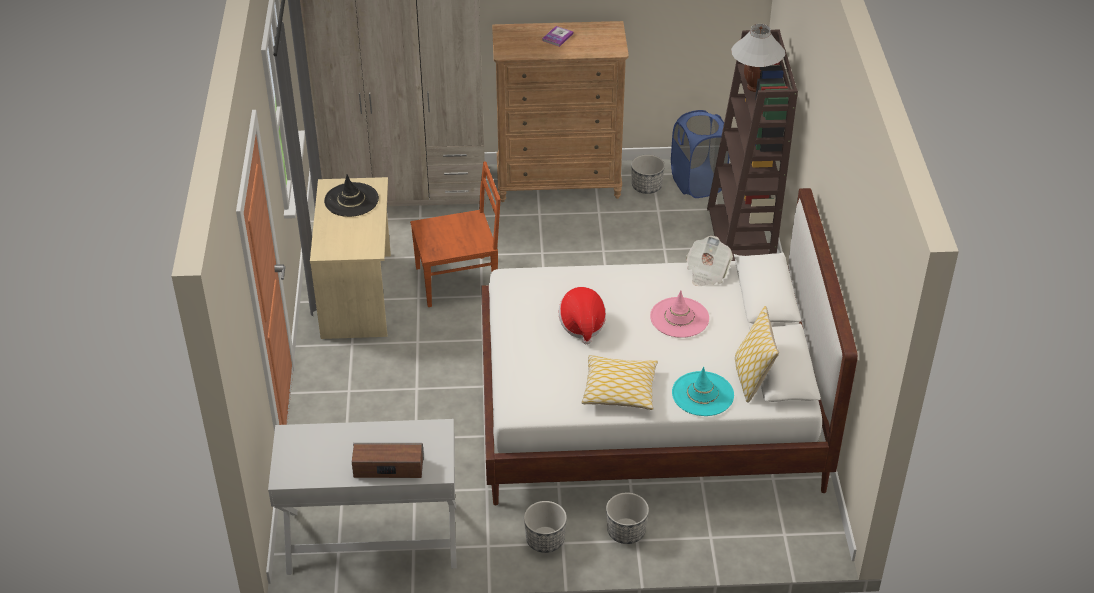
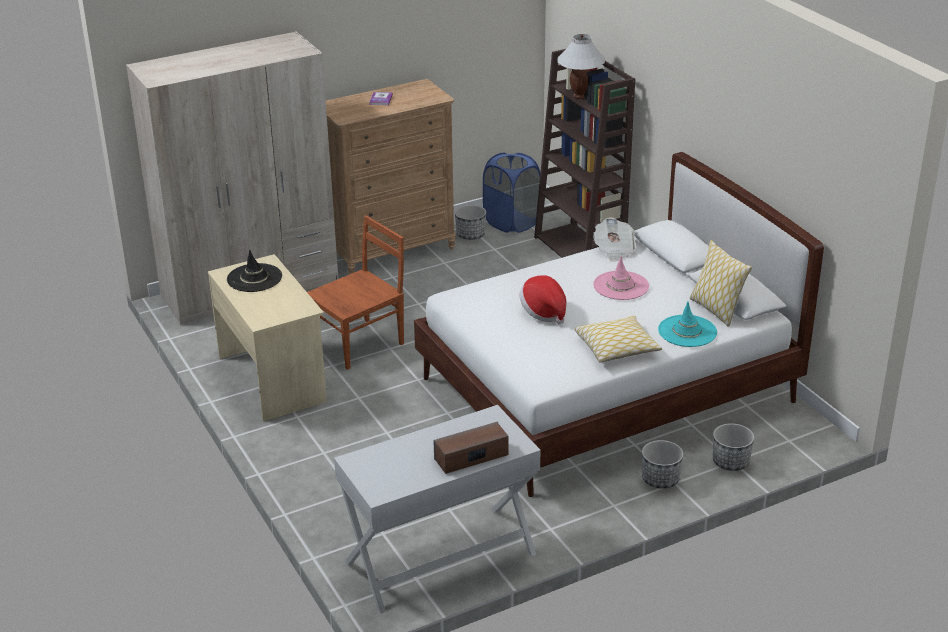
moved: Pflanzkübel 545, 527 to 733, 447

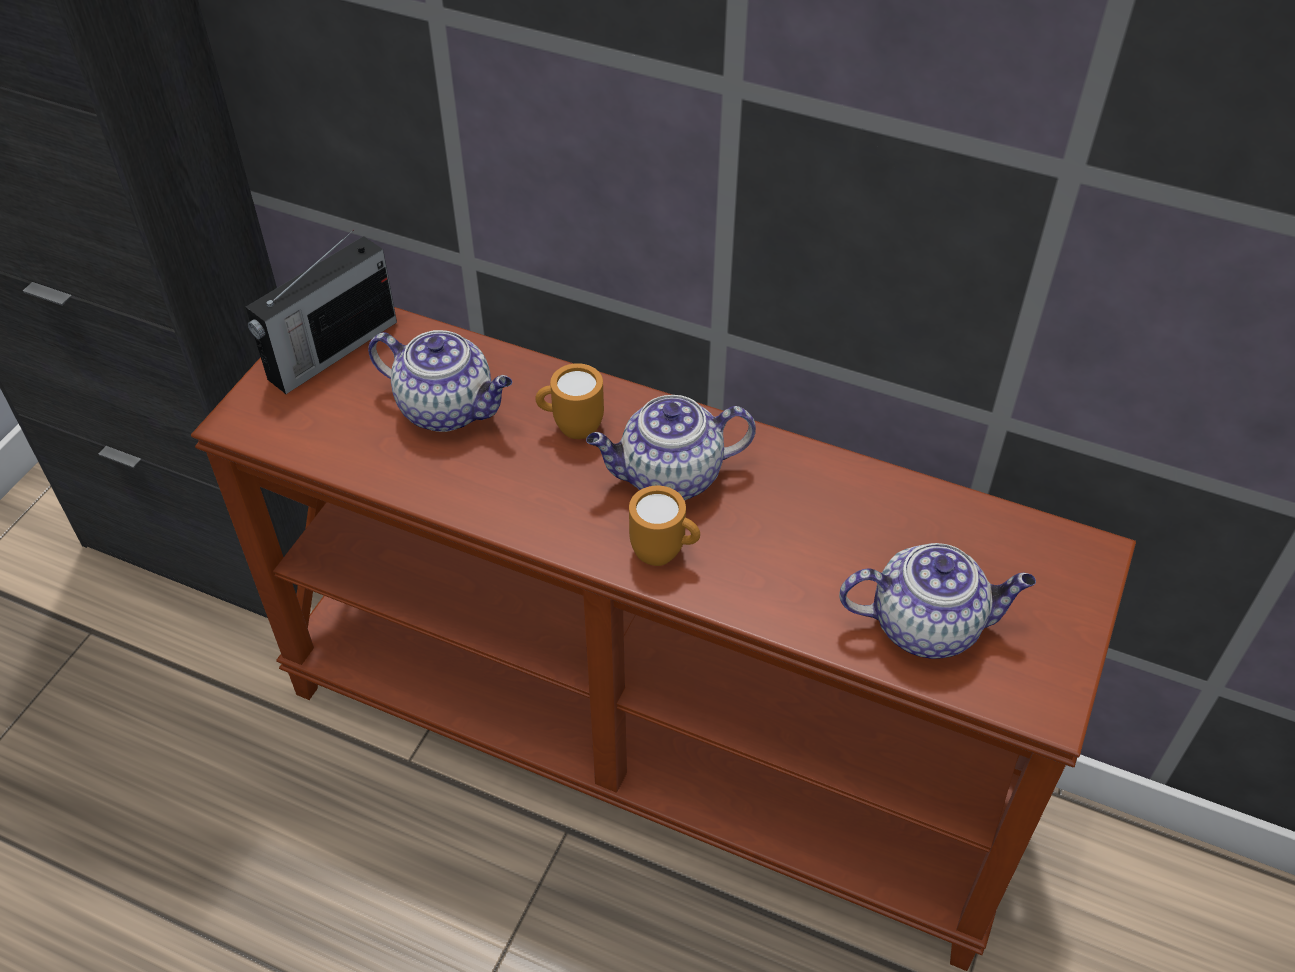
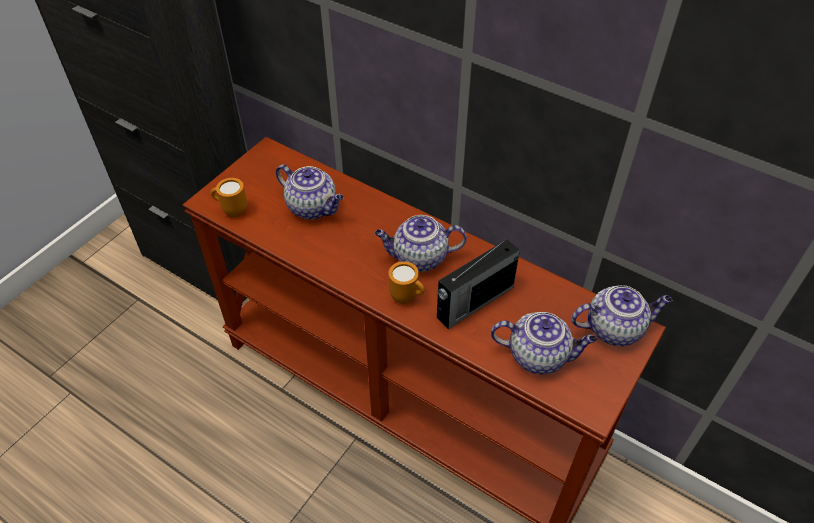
added: Teekanne 621, 315
moved: Radio 321, 312 to 478, 284; Henkelbecher/orange 569, 401 to 229, 197

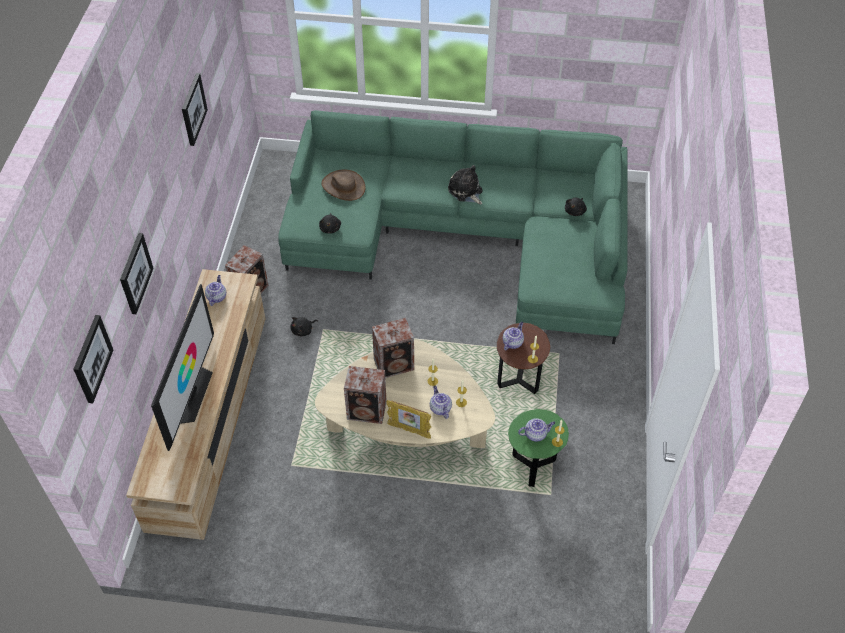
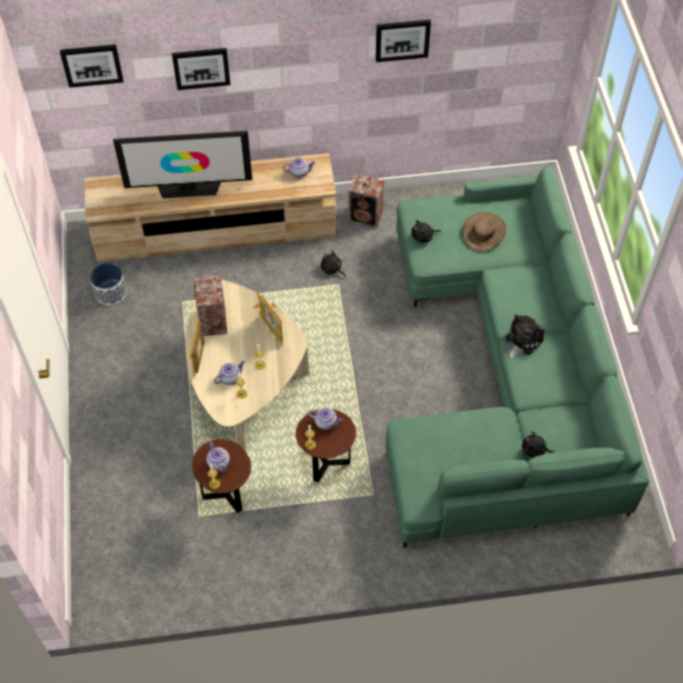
added: Pflanzkübel 108, 284
replaced: Lautsprecher 393, 348 to Bilderrahmen 270, 319
recoloured: Beistelltisch/grün 538, 448 to Beistelltisch/braun 221, 476

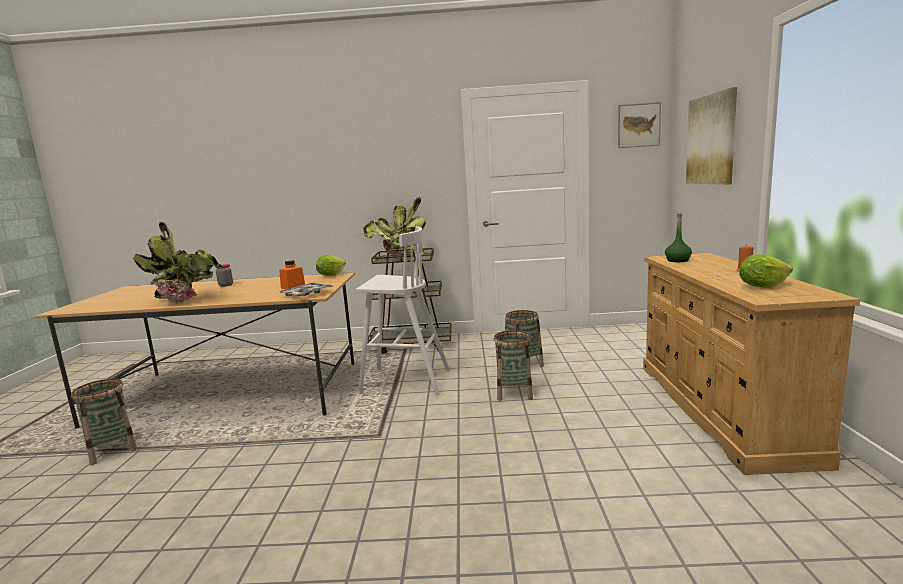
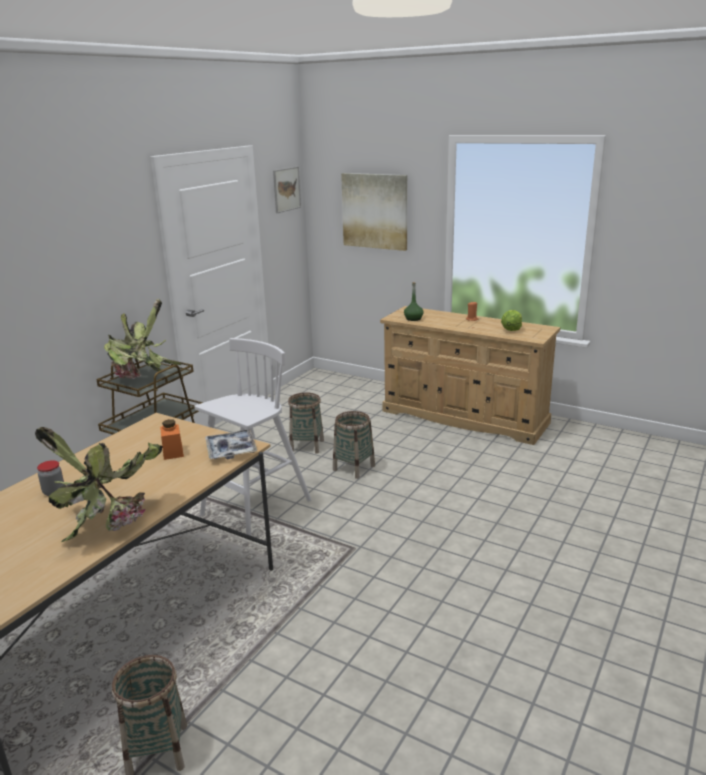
removed: Salatkopf 331, 265

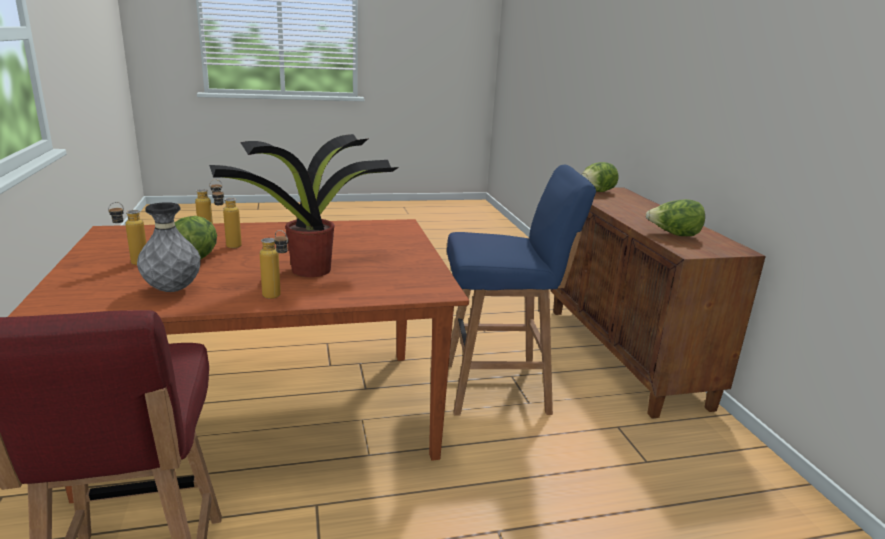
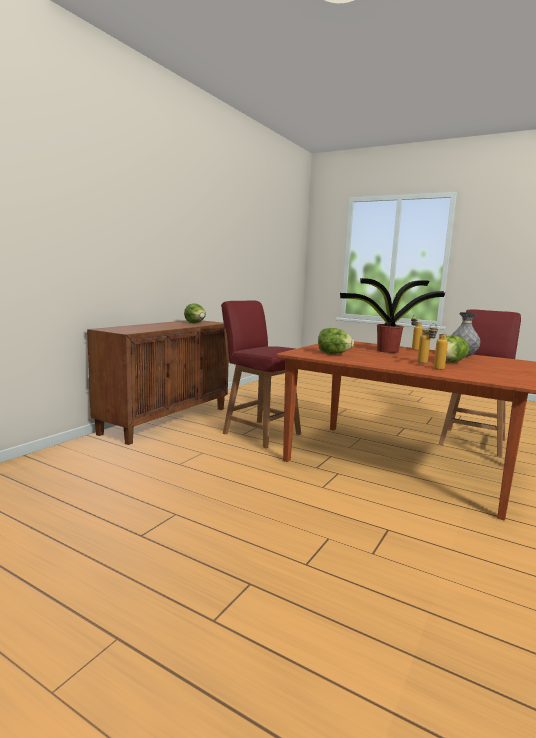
removed: Flasche 127, 233
moved: Salatkopf 599, 177 to 336, 341
replaced: Hocker/blau 521, 290 to Stuhl/rot 261, 374

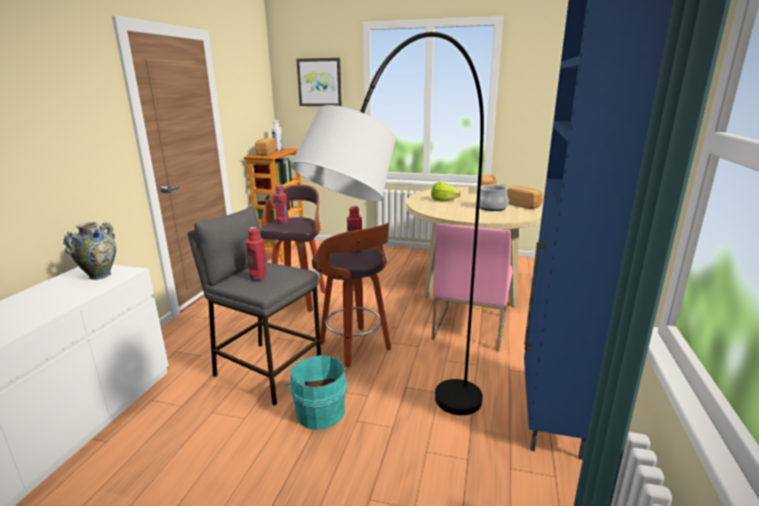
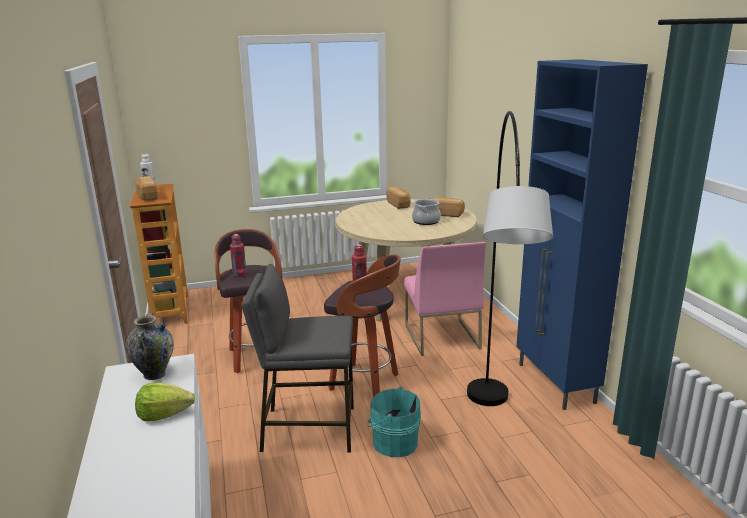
removed: Bild 319, 82; Flasche/rot 256, 254
moved: Salatkopf 446, 192 to 165, 402

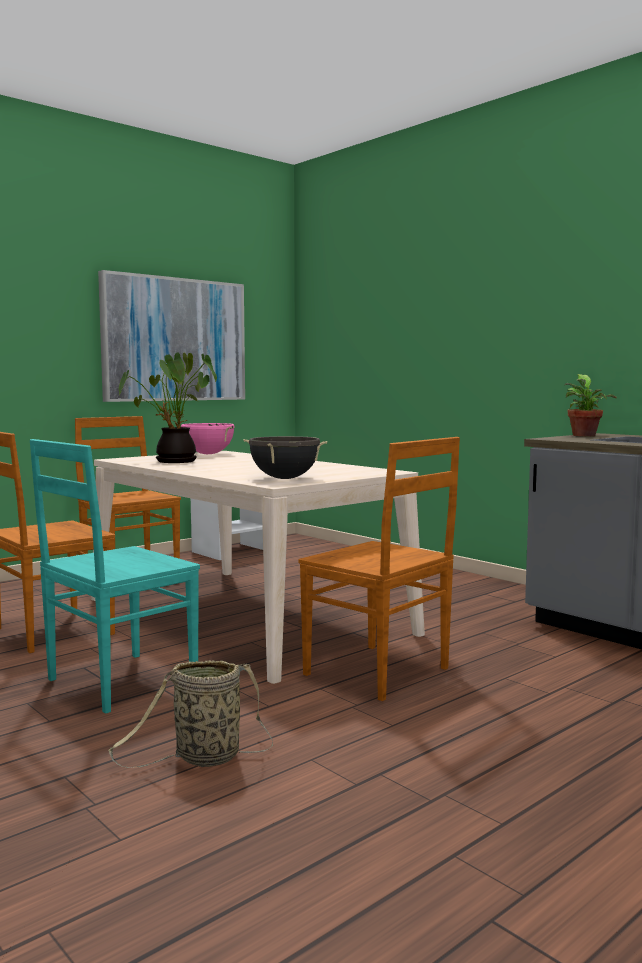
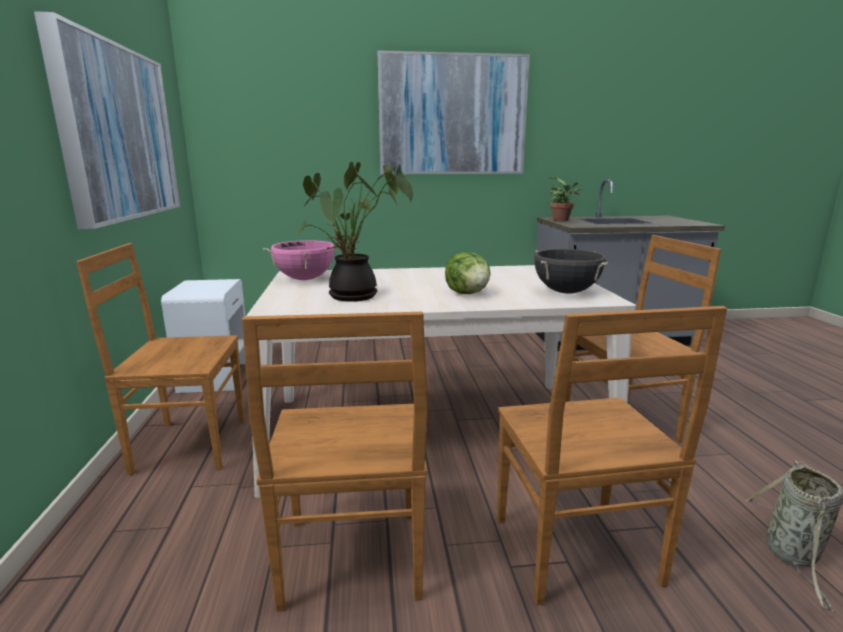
added: Bild 453, 112; Salatkopf 468, 273
recoloured: Stuhl/türkis 115, 576 to Stuhl/braun 612, 456

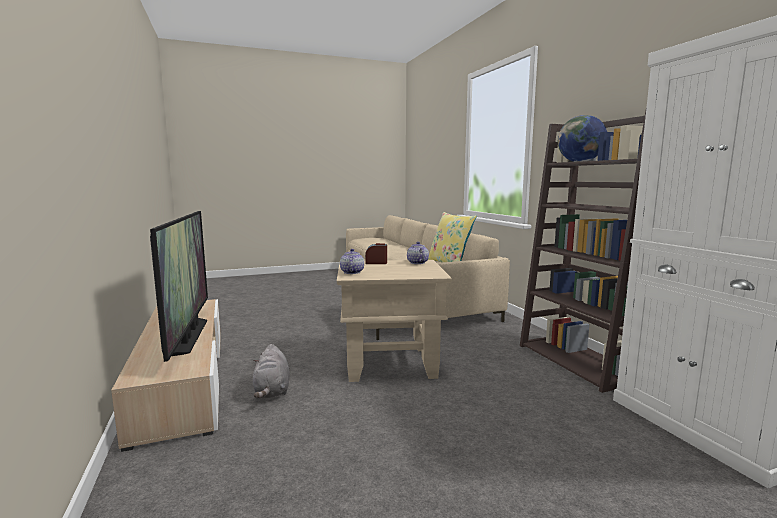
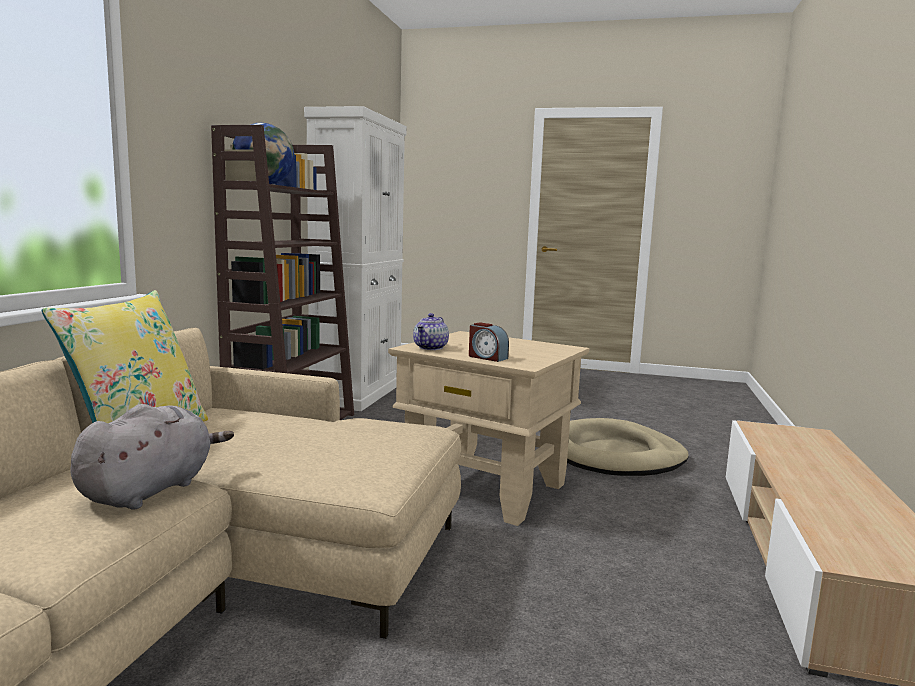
removed: Fernseher 179, 286; Teekanne 352, 261
added: Hundebett/beige 628, 447
moved: Plüschtier/grau 271, 371 to 152, 457

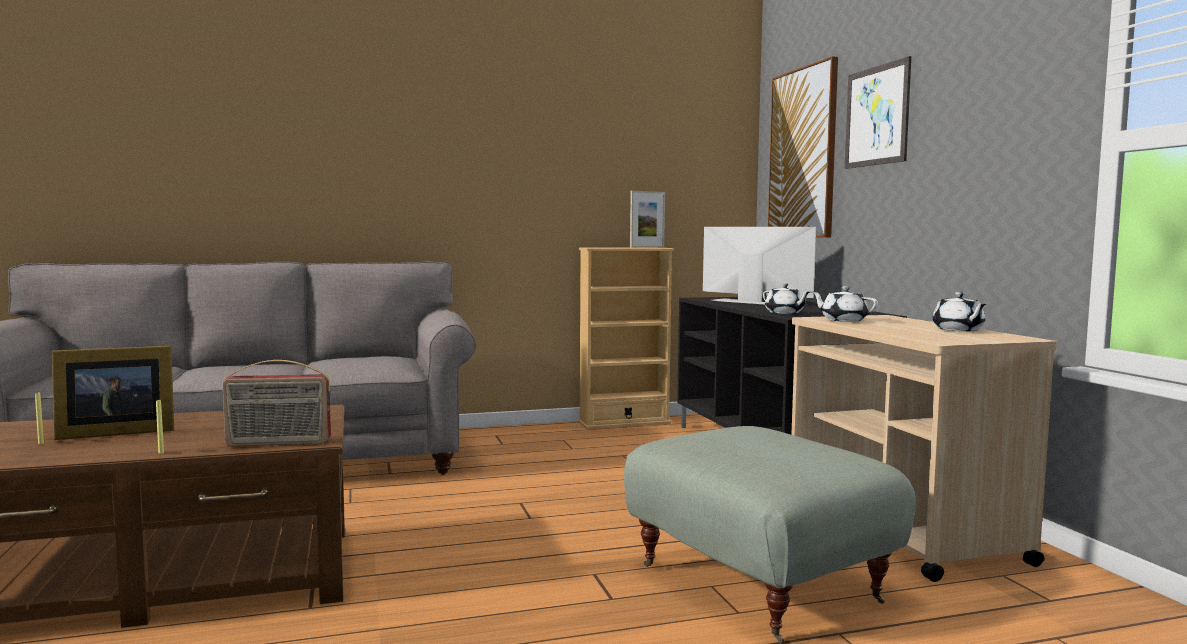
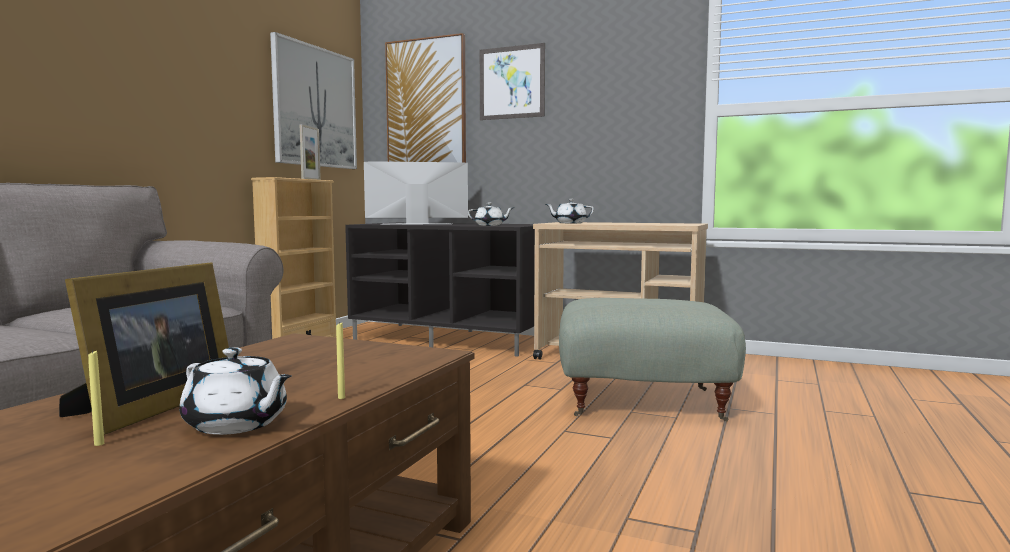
removed: Radio 276, 403
added: Bild 313, 100
moved: Teekanne/weiß 959, 311 to 235, 391

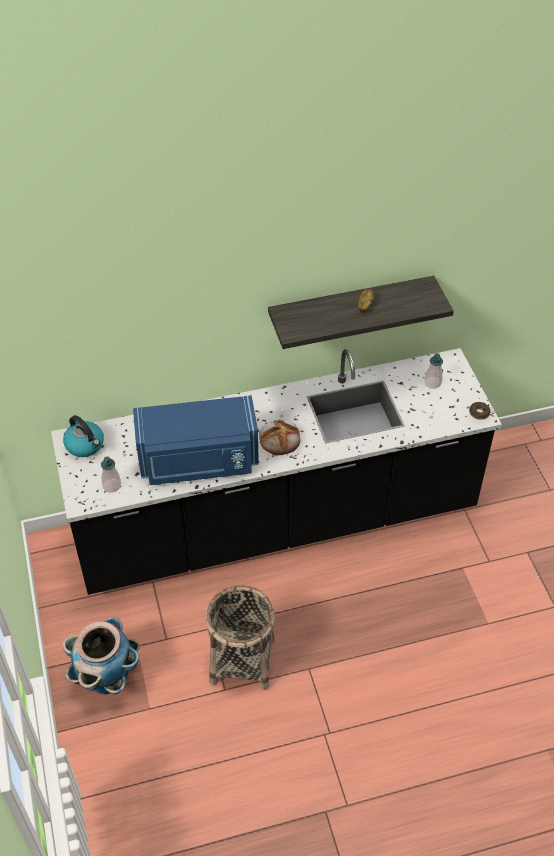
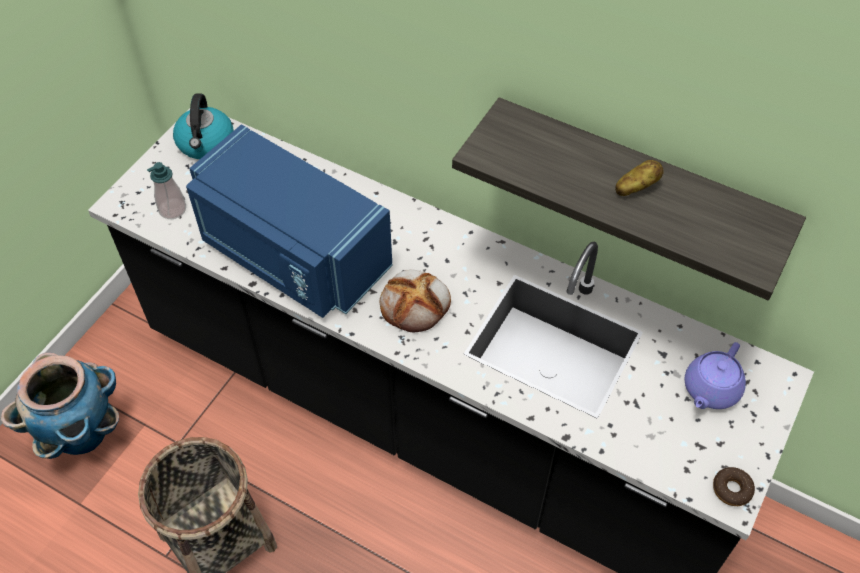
replaced: Seifenspender 433, 371 to Teekanne/lila 715, 375

